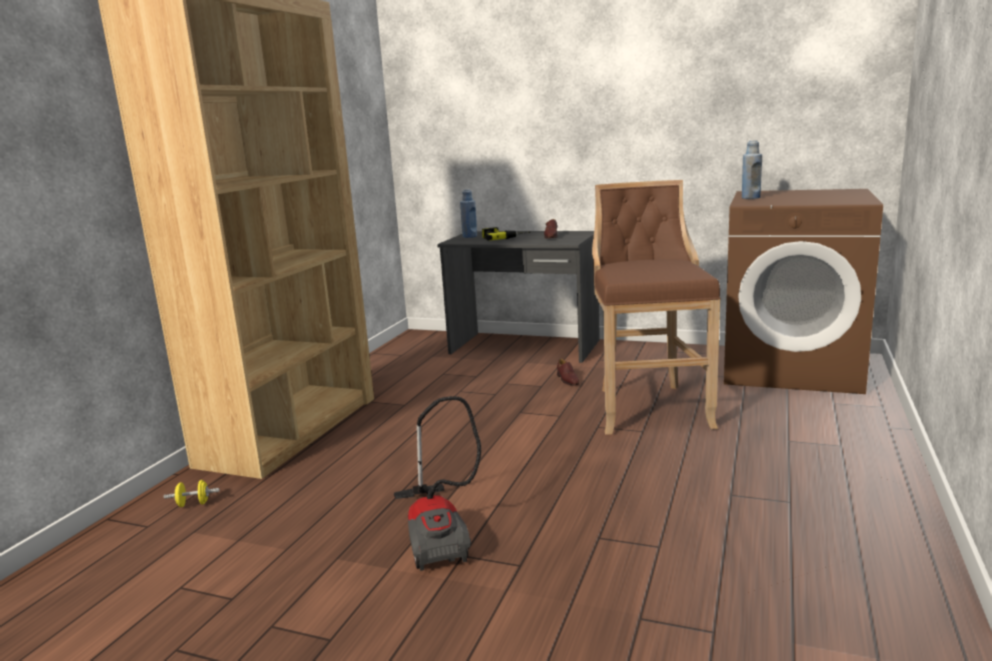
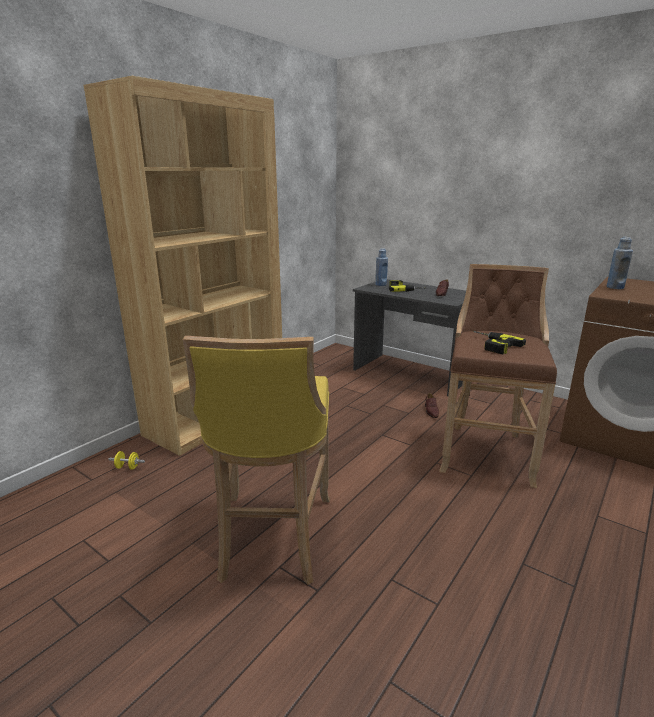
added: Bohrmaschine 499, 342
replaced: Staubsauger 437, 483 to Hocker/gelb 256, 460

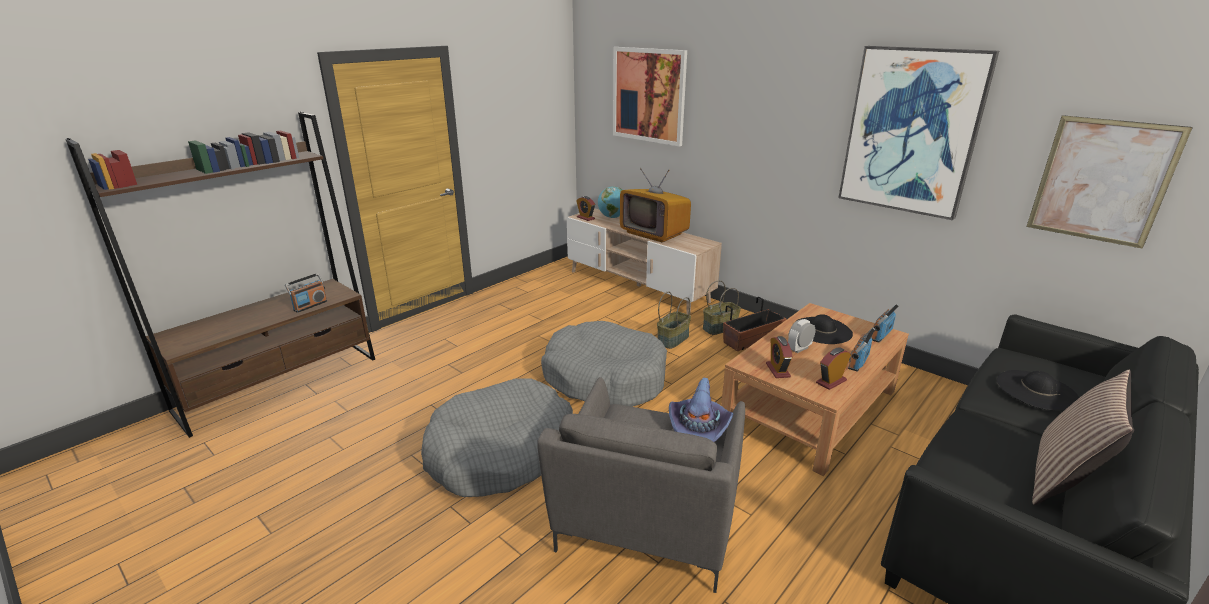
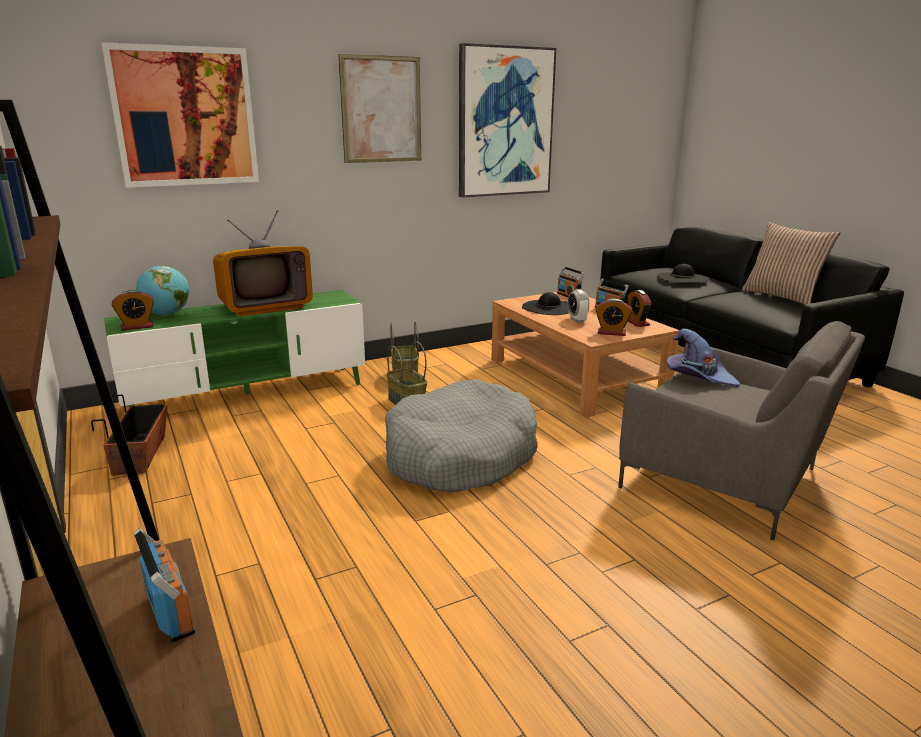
removed: Hundebett/grau 497, 437
moved: Bild 1109, 182 to 380, 108; Pflanzkübel 754, 324 to 129, 435
recoloured: Fernsehschrank/beige 644, 261 to Fernsehschrank/grün 234, 348

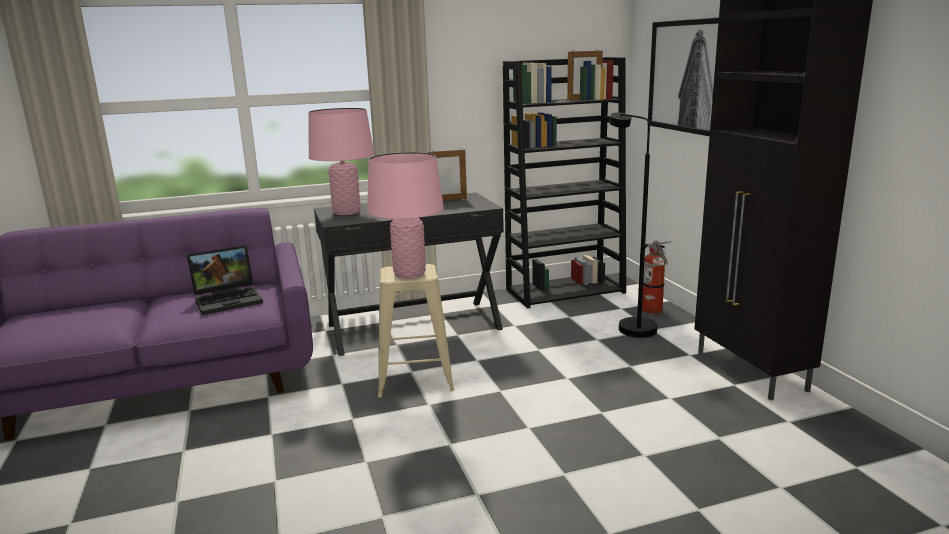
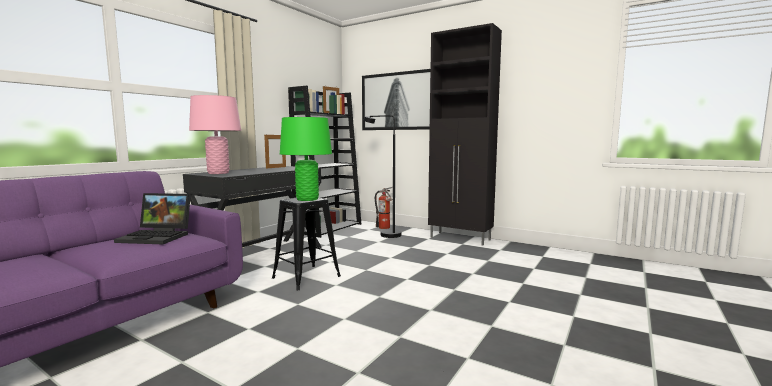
recoloured: Tischlampe/rosa 405, 215 to Tischlampe/grün 306, 159; Hocker/beige 416, 331 to Hocker/schwarz 306, 244
turned: Laptop 225, 280 = 152, 218 75 degrees clockwise

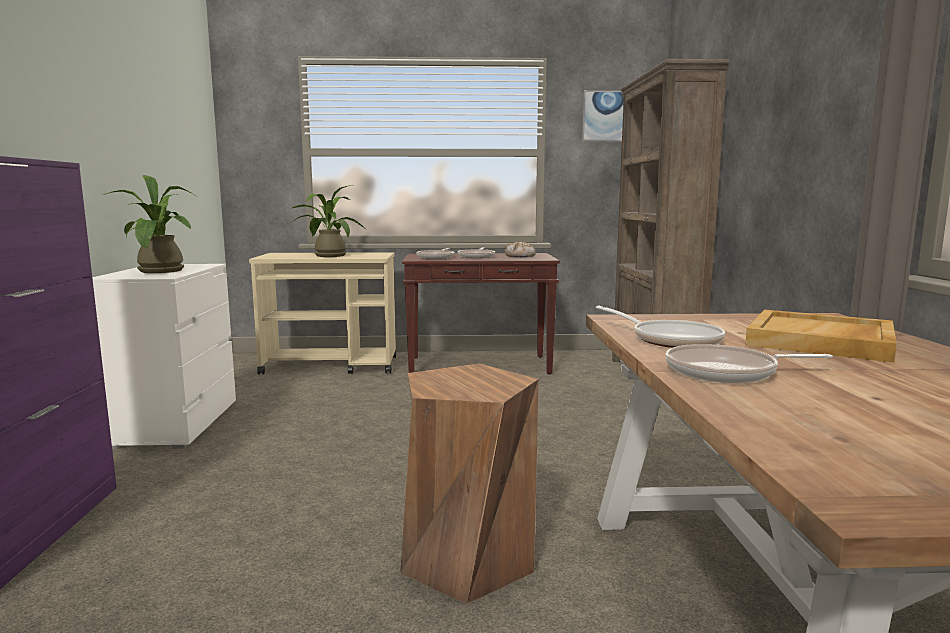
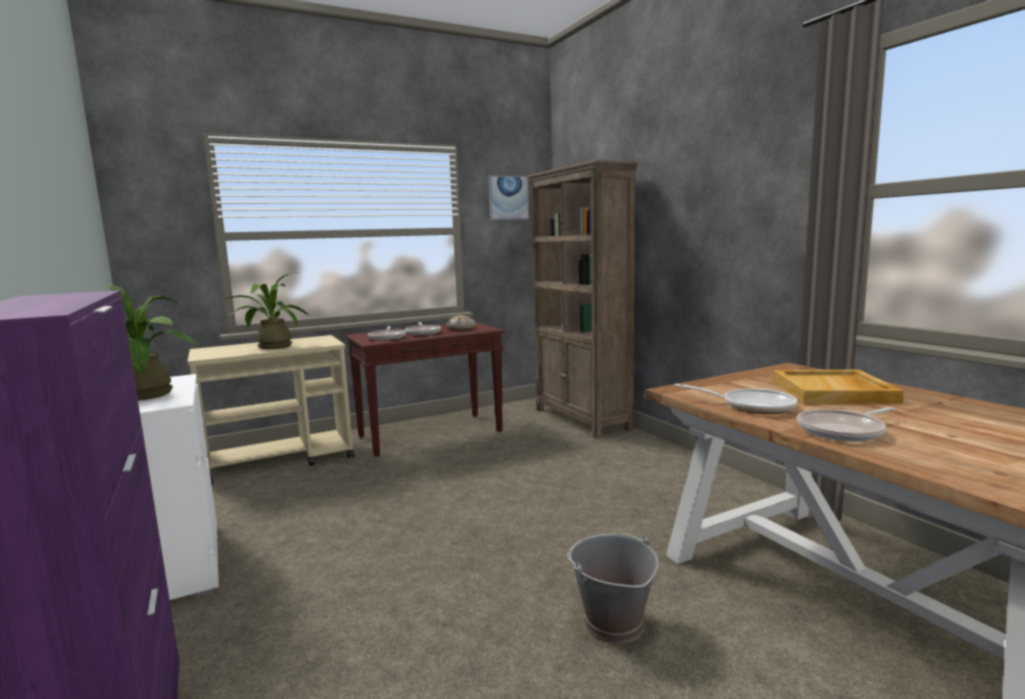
replaced: Hocker/braun 469, 483 to Eimer/grau 612, 588

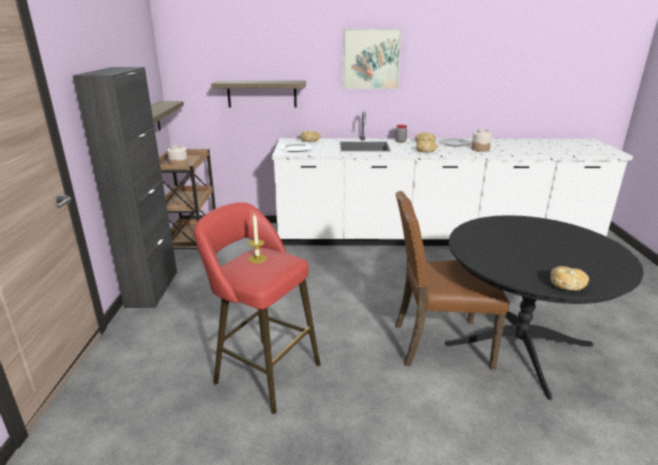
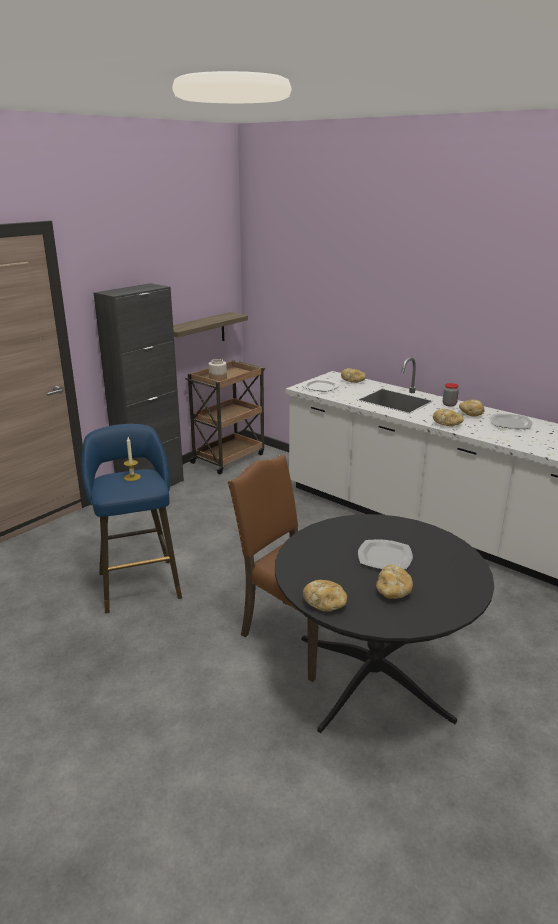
removed: Bild 372, 59; Wandregal 258, 93; Vorratsglas 481, 140
added: Teller 385, 555; Brot 394, 582
recoloured: Hocker/rot 257, 308 to Hocker/blau 131, 518

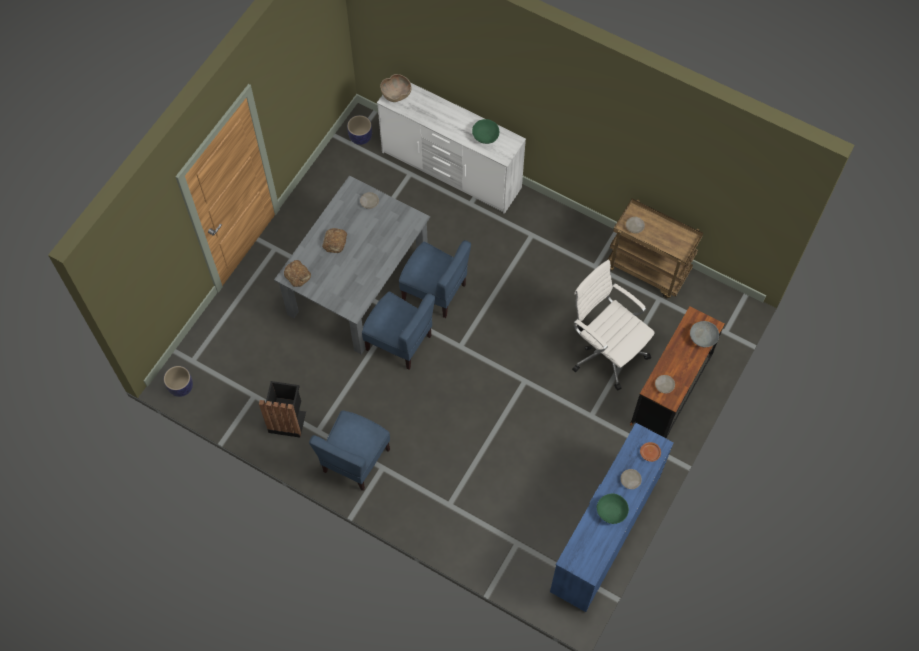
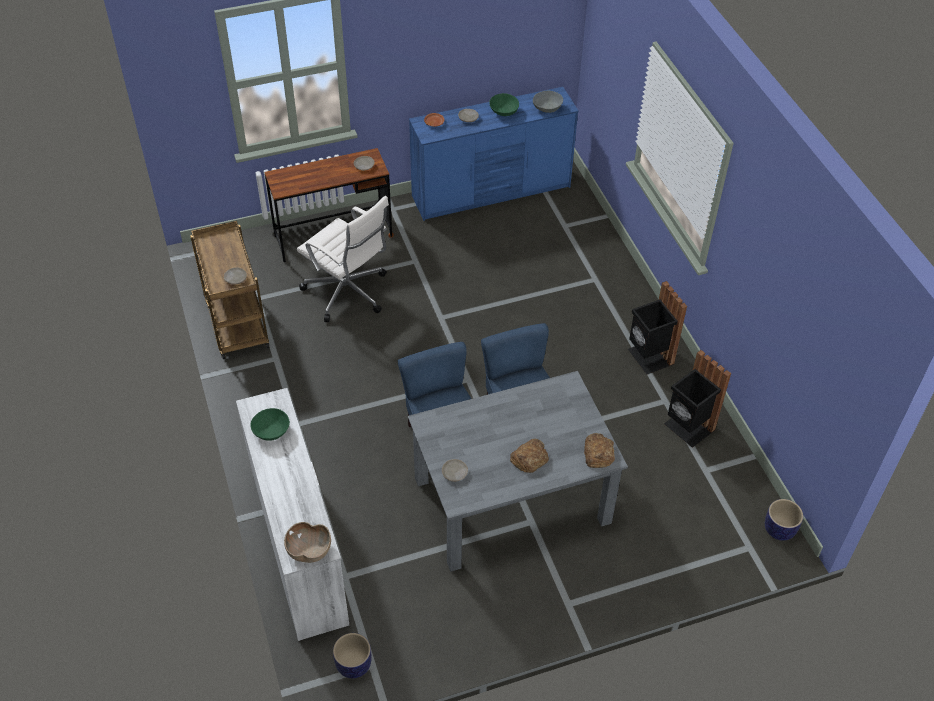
moved: Schüssel/grau 704, 334 to 548, 102
replaced: Stuhl/blau 349, 450 to Mülleimer/schwarz 657, 328
turned: Bürostuhl/weiß 613, 325 = 343, 259 45 degrees counterclockwise

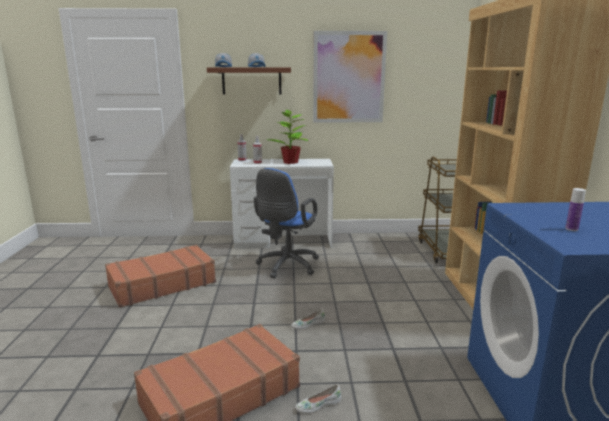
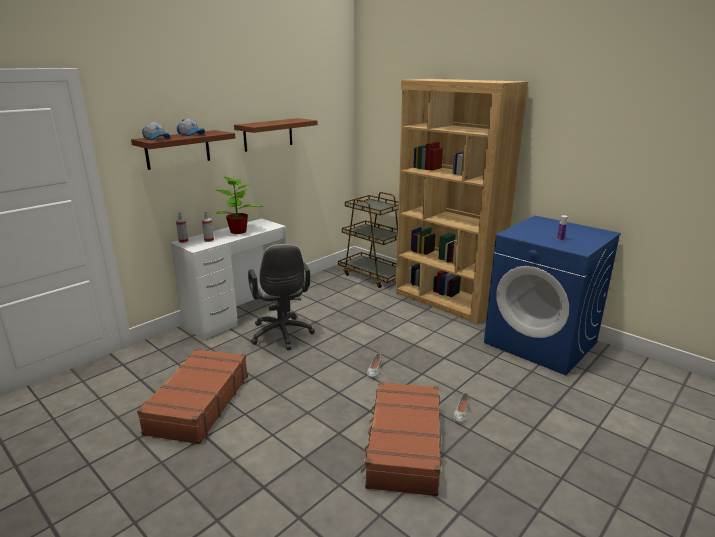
replaced: Bild 350, 77 to Wandregal/braun 276, 135
recoloured: Bürostuhl/blau 286, 223 to Bürostuhl/grau 281, 297

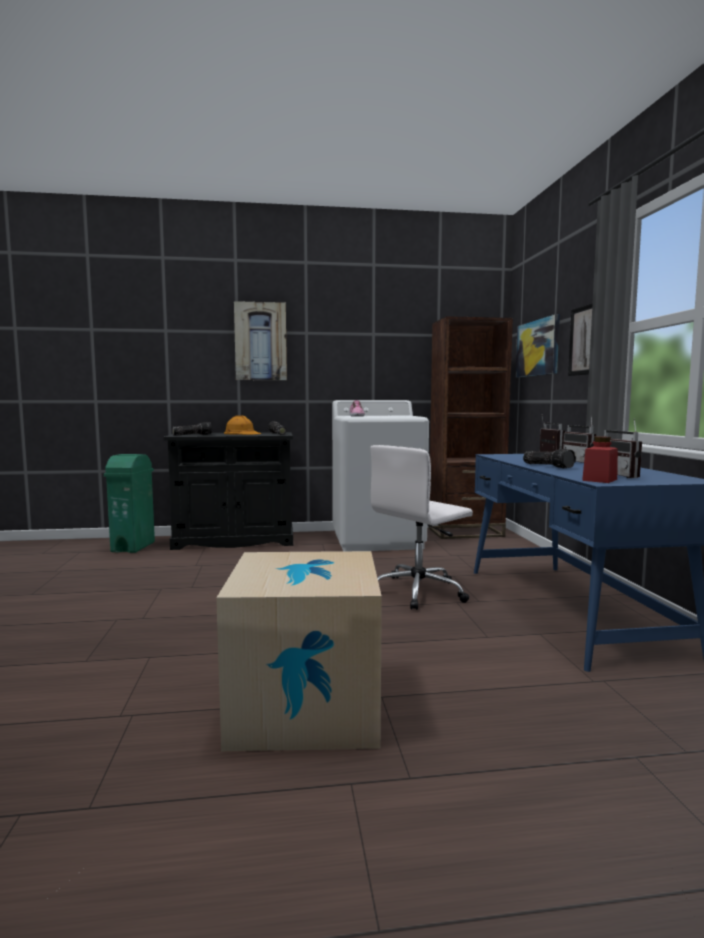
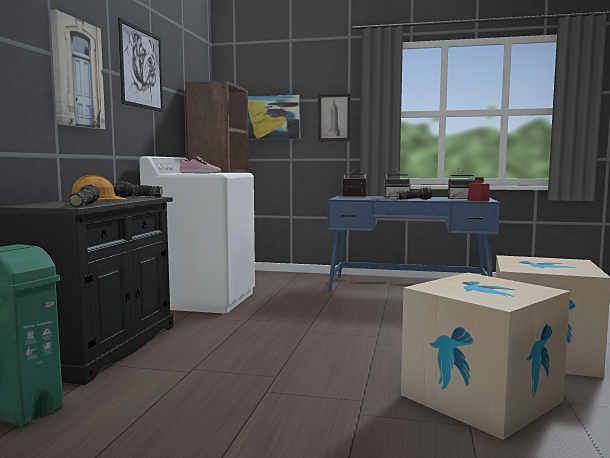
removed: Bürostuhl/weiß 421, 527
added: Bild 140, 64; Karton 485, 356

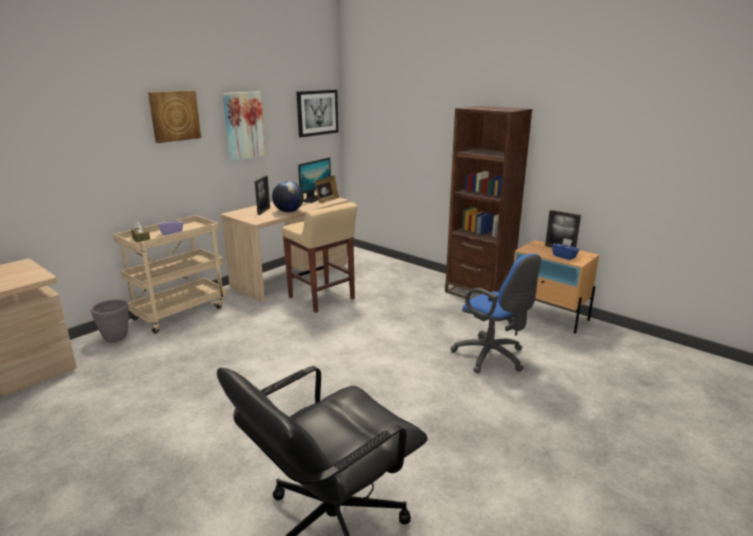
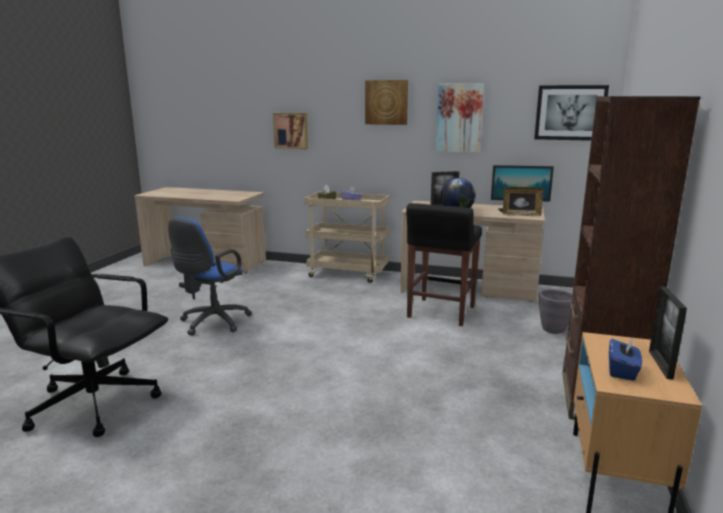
added: Bild 290, 131
moved: Bürostuhl/blau 496, 313 to 210, 276; Pflanzkübel/grau 109, 320 to 556, 311
recoloured: Hocker/beige 319, 257 to Hocker/schwarz 444, 264

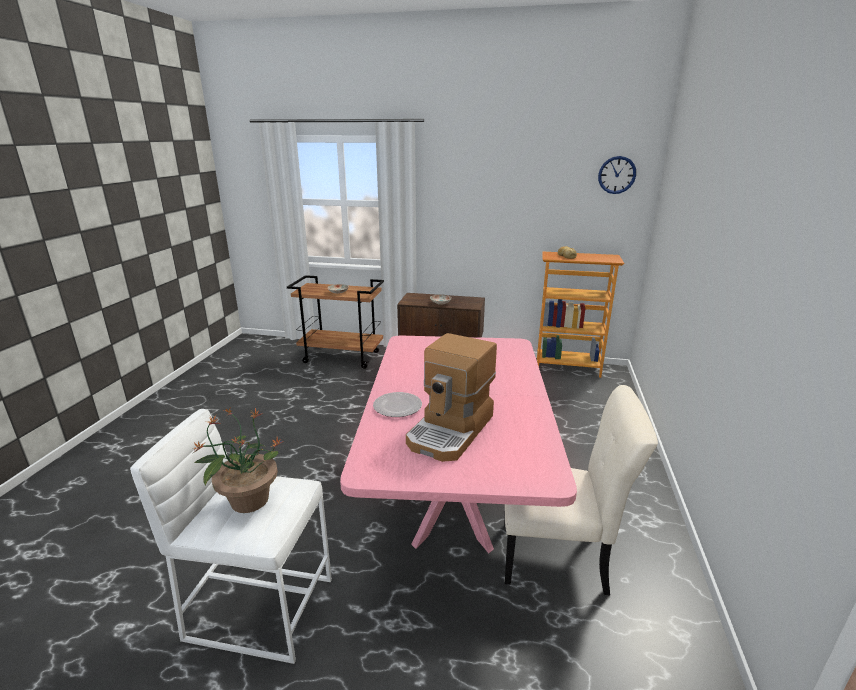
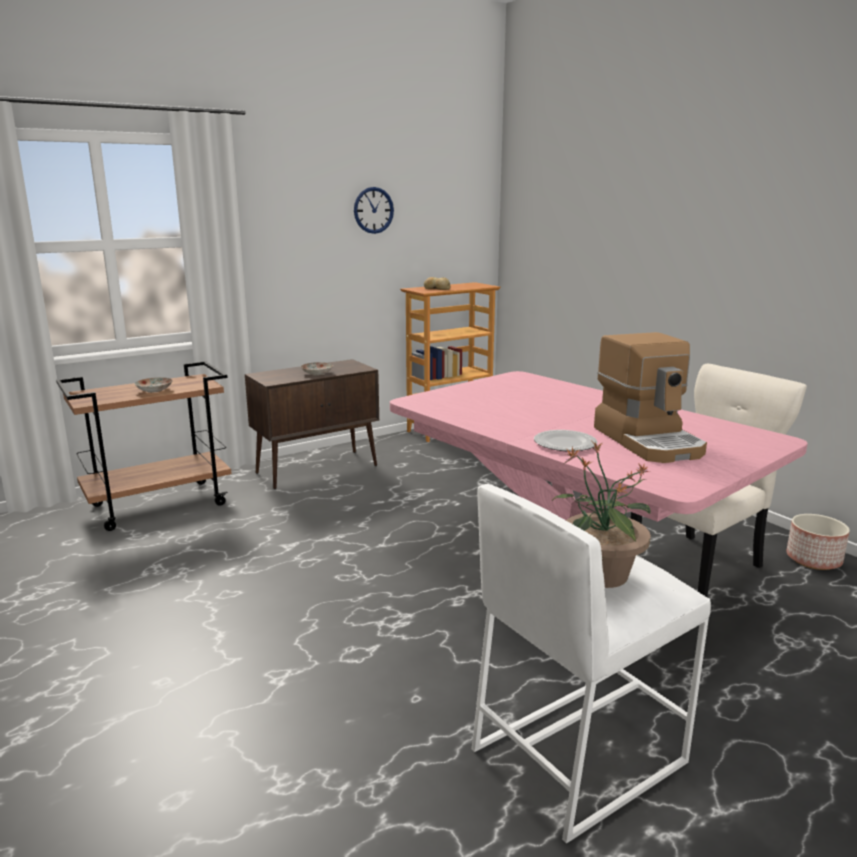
added: Pflanzkübel 818, 542
moved: Wanduhr 617, 175 to 374, 210

